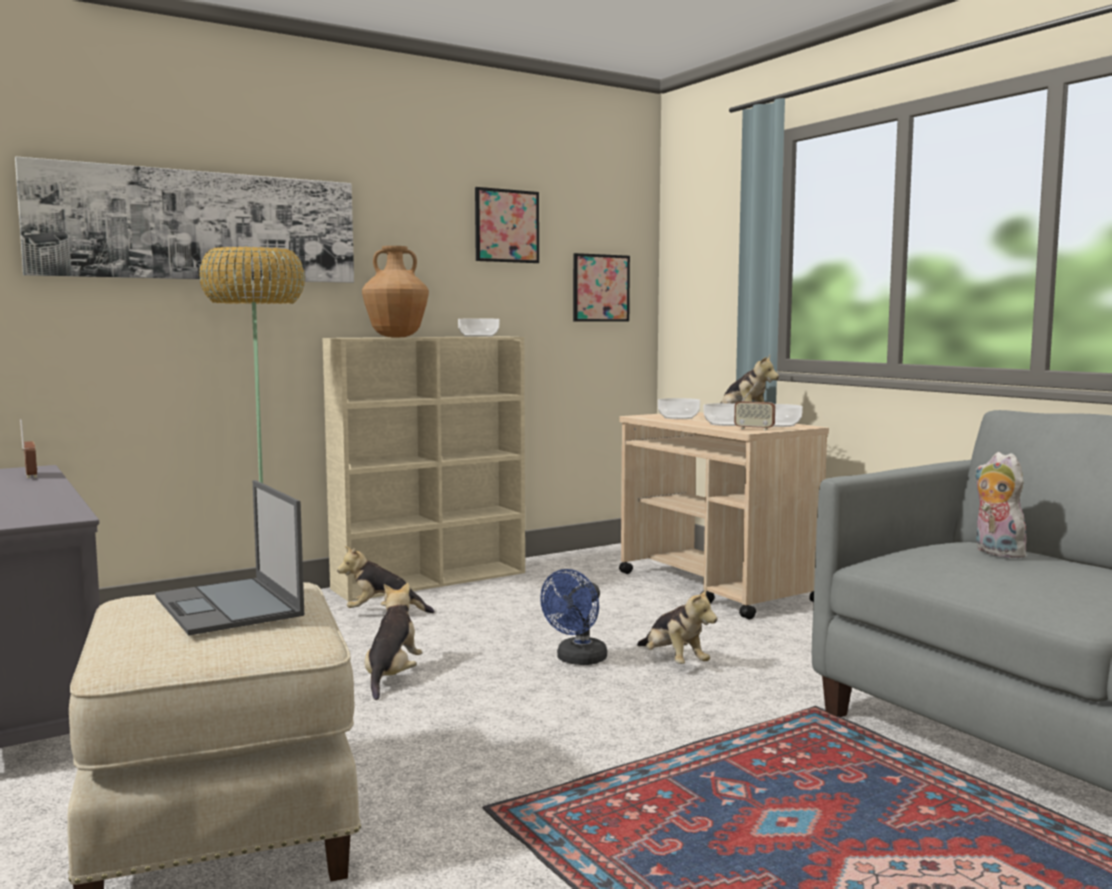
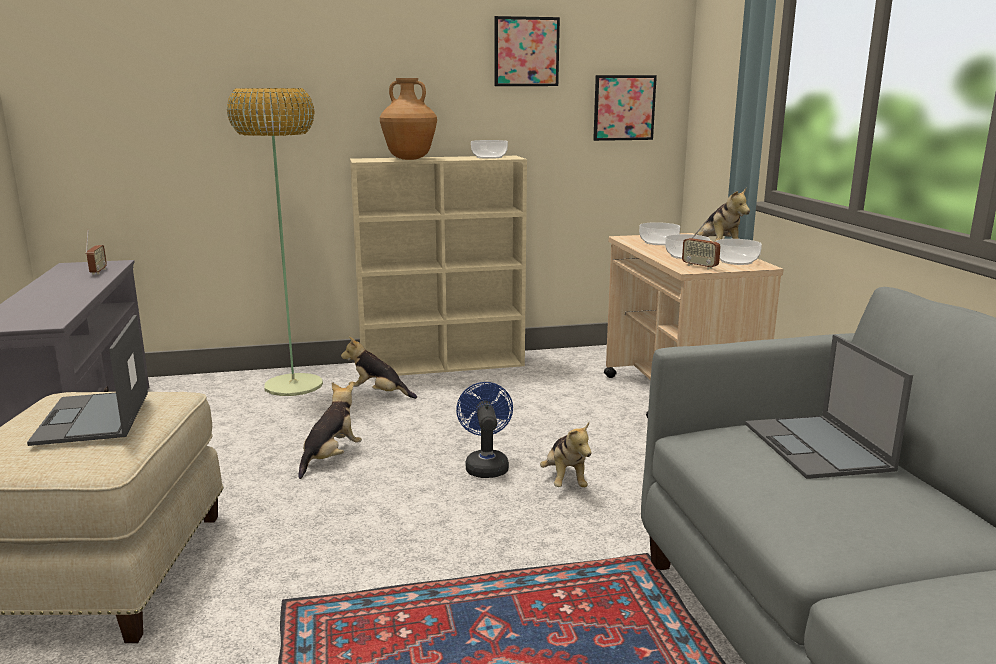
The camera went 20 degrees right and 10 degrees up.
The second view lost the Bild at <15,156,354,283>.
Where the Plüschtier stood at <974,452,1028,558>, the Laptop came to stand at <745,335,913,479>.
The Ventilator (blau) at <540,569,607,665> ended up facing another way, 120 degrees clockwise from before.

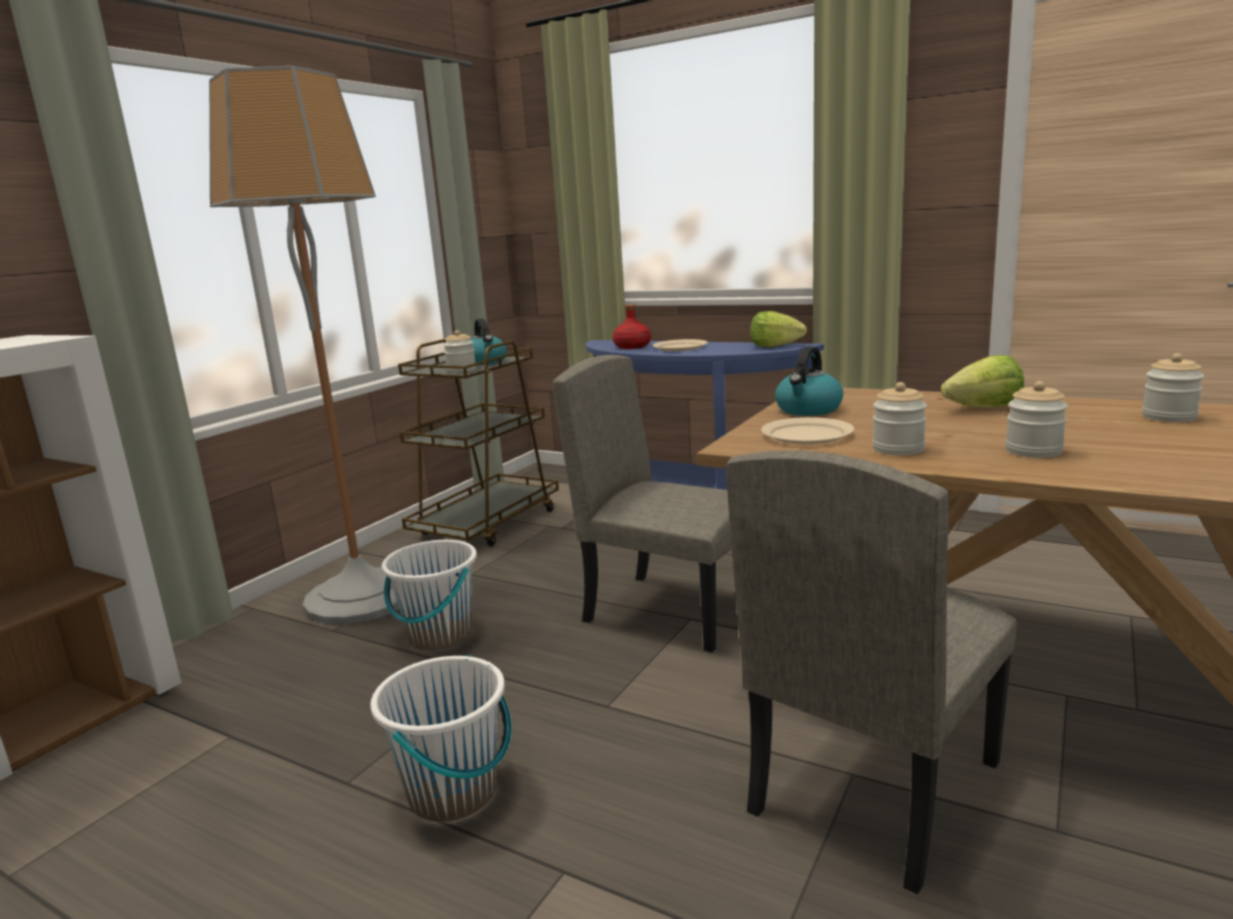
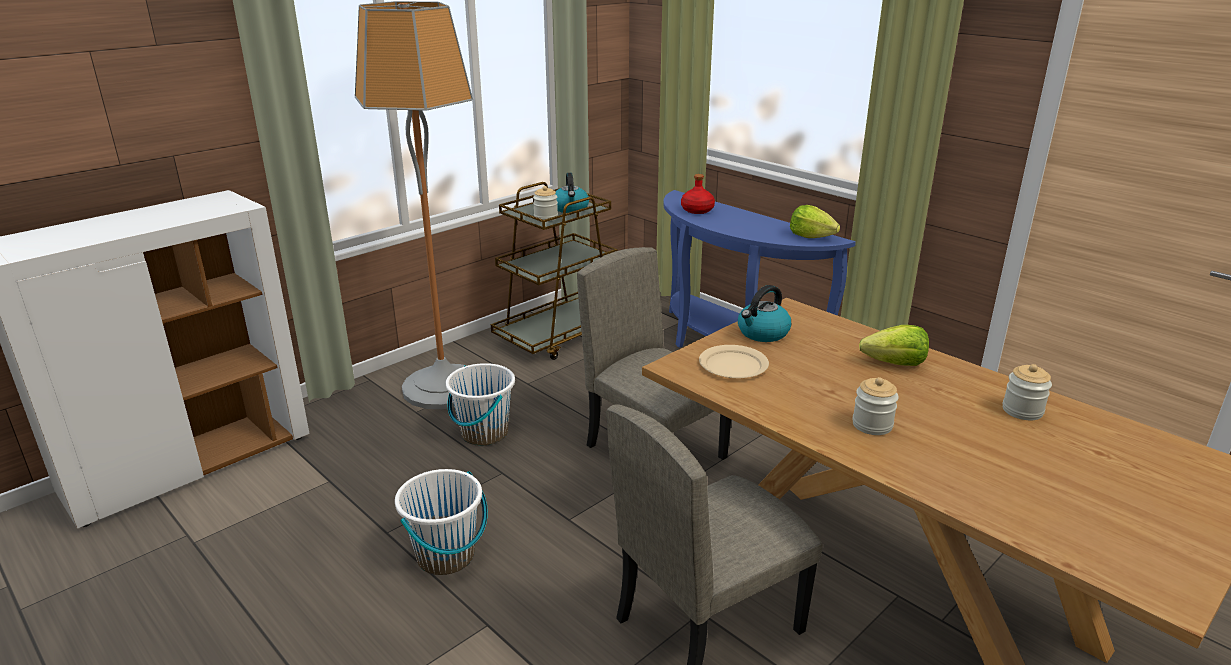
The camera went 15 degrees right and 10 degrees up.
The second view lost the Teller (beige) at <652,339,708,351>.
The second view lost the Vorratsglas at <872,382,927,455>.

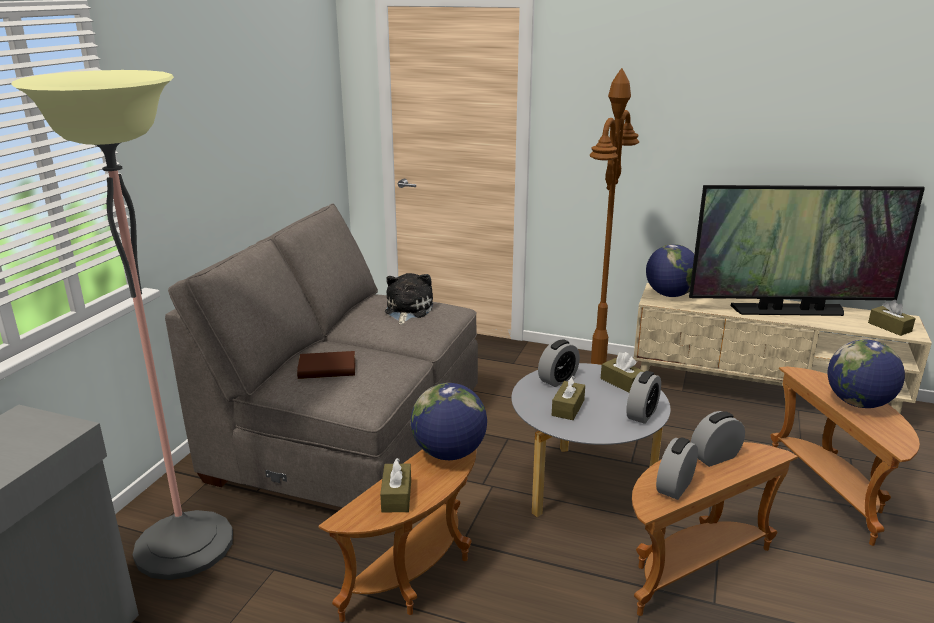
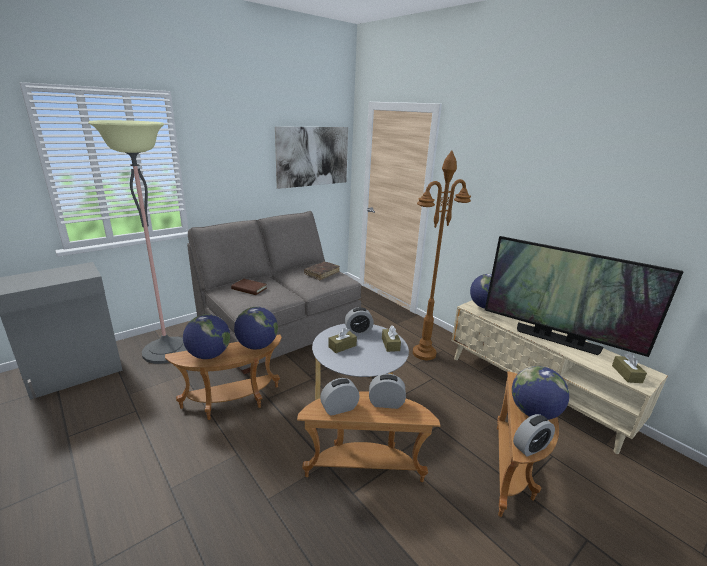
The camera went 30 degrees right and 0 degrees up.
Where the Plüschtier stood at <385,273,433,325>, the Buch (braun) came to stand at <304,262,340,280>.
The Wecker ended up elsewhere, having gone from <626,371,661,424> to <513,414,555,457>.
Where the Taschentuchbox (braun) stood at <380,458,411,513>, the Globus came to stand at <183,314,230,359>.
The second view gained the Bild at <275,126,348,189>.

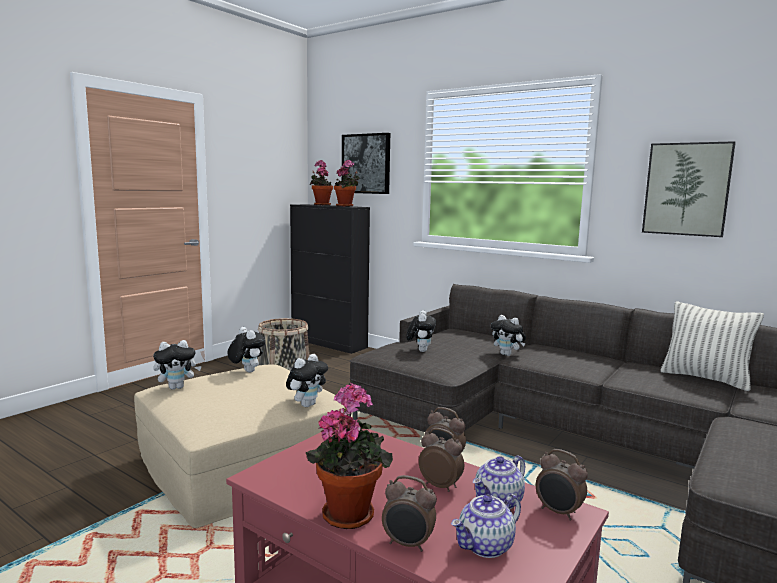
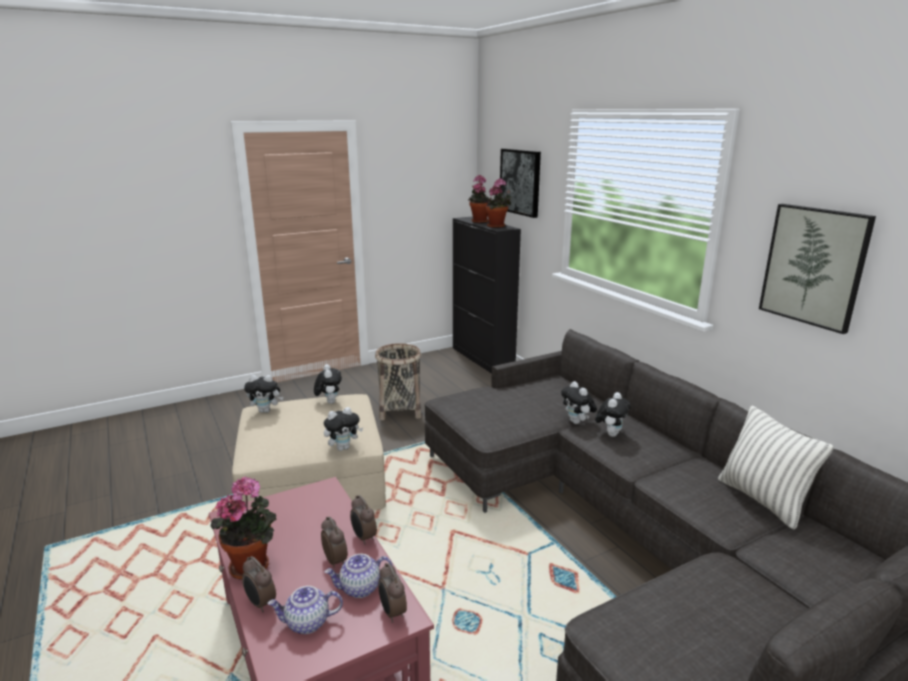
The camera went 25 degrees right and 10 degrees up.
The Plüschtier ended up elsewhere, having gone from <406,310,436,352> to <595,392,631,437>.

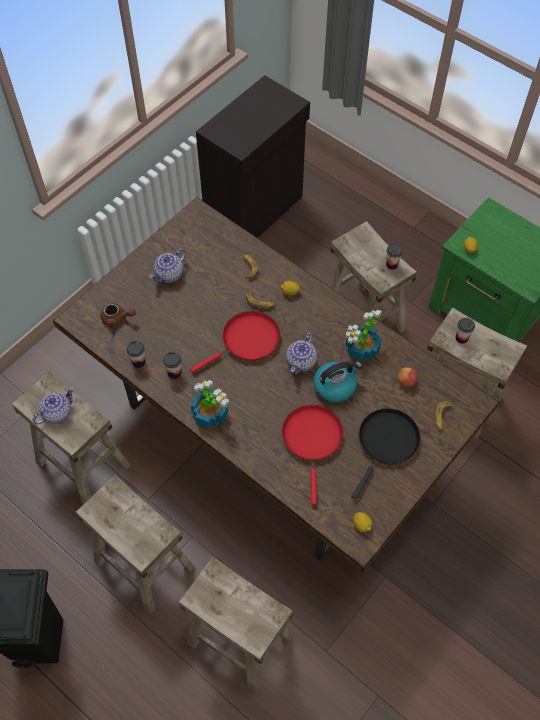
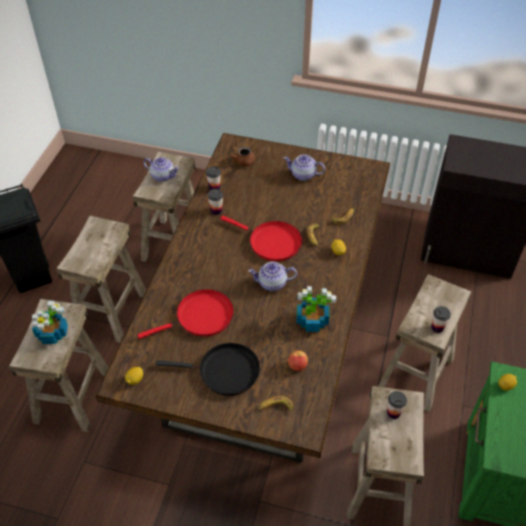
The camera went 65 degrees right and 10 degrees down.
The second view lost the Wasserkessel at <313,361,362,402>.
The Topfpflanze ended up elsewhere, having gone from <191,380,229,428> to <32,301,68,344>.

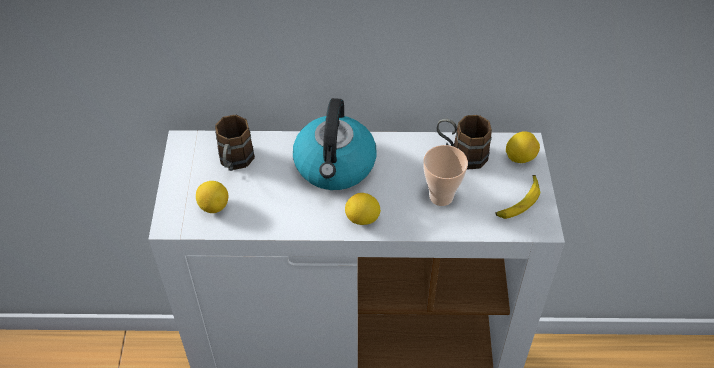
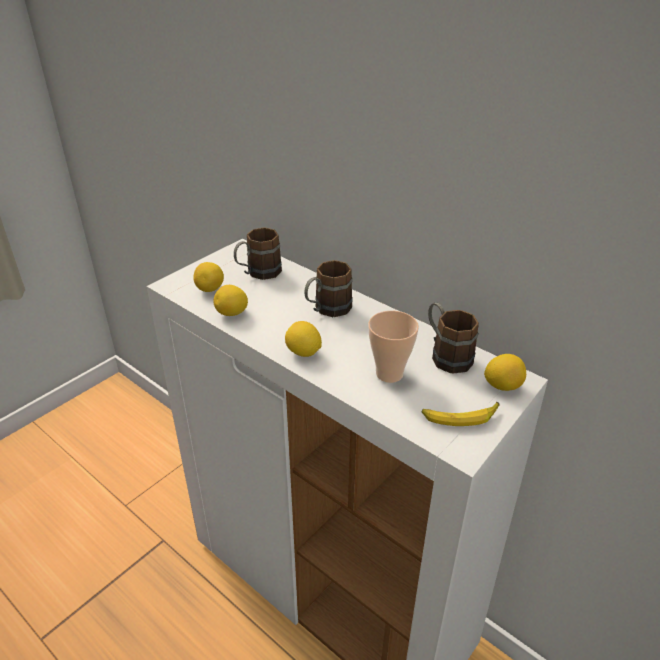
The camera went 40 degrees right and 15 degrees down.
Where the Wasserkessel stood at <293,98,377,190>, the Henkelbecher (braun) came to stand at <305,260,353,317>.
The second view gained the Zitrone at <213,285,248,316>.

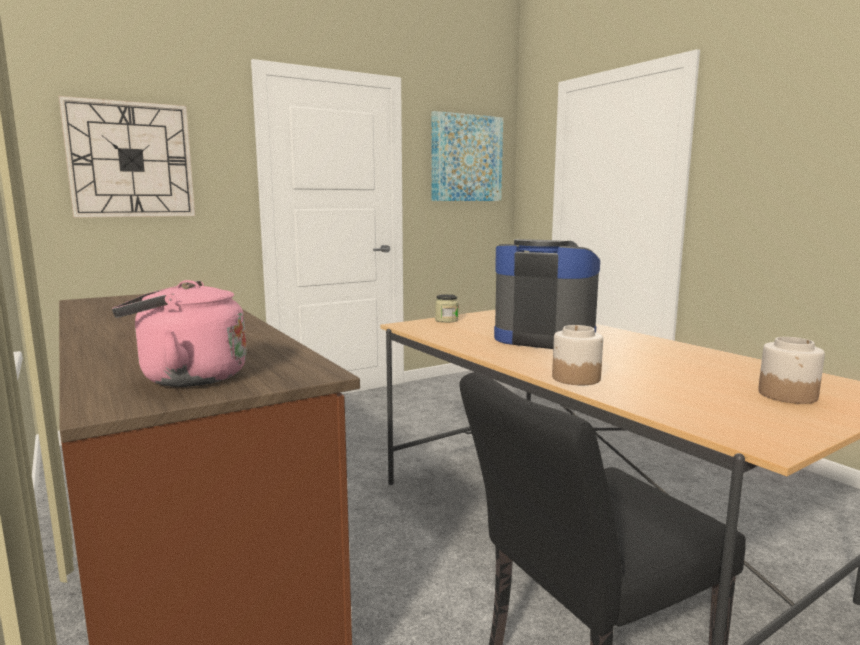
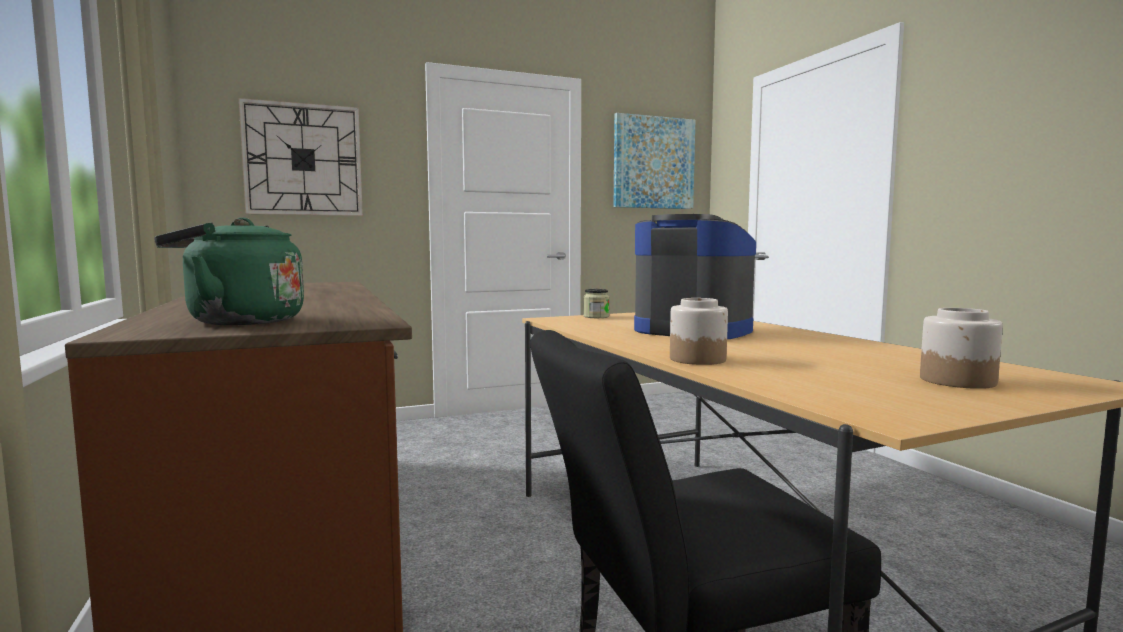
The camera went 10 degrees right and 5 degrees down.
What was the Wasserkessel (rosa) at <112,280,247,387> turned into the Wasserkessel (grün) at <154,217,304,325>.

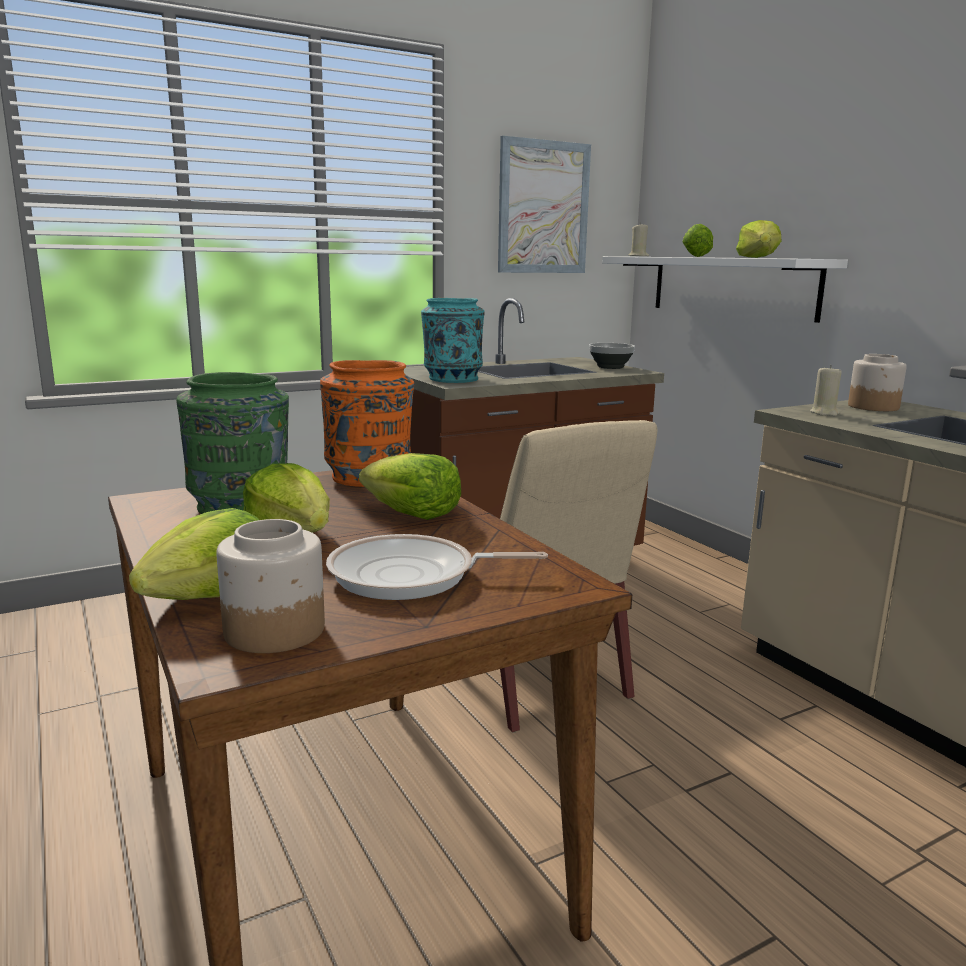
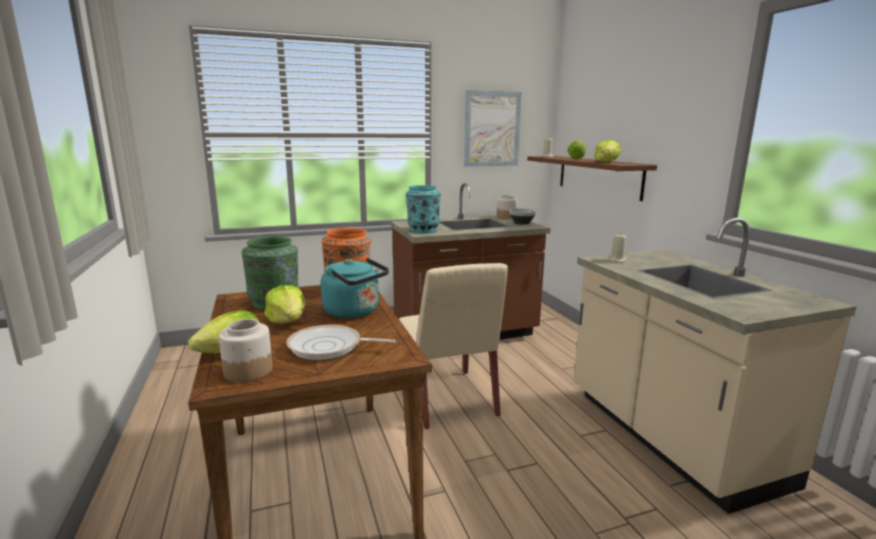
The camera went 10 degrees right and 0 degrees up.
What was the Wandregal (weiß) at <602,256,848,323> turned into the Wandregal (braun) at <527,156,657,201>.
The Vorratsglas ended up elsewhere, having gone from <848,354,907,411> to <497,195,517,219>.
Where the Salatkopf stood at <359,453,461,520>, the Wasserkessel (türkis) came to stand at <321,258,389,318>.

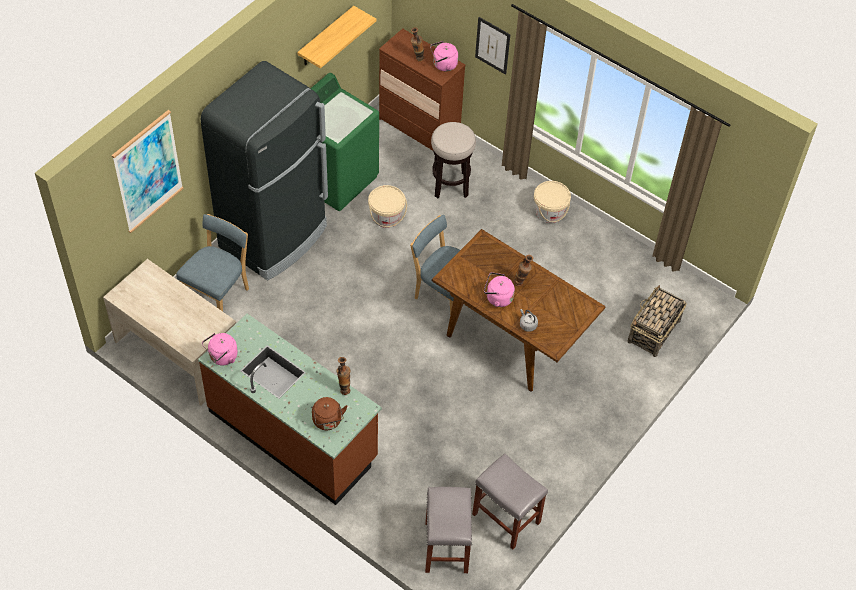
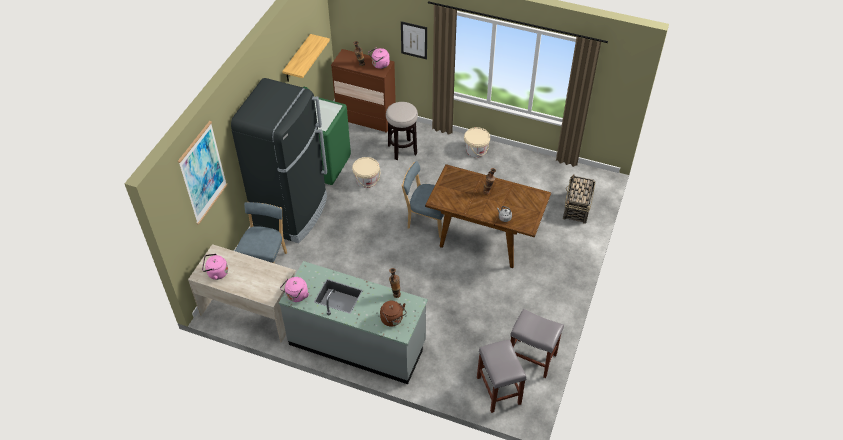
The camera went 15 degrees left and 5 degrees down.
The Wasserkessel (rosa) ended up elsewhere, having gone from <484,272,515,307> to <202,254,228,280>.
What was the Küchenzeile (braun) at <198,314,382,505> turned into the Küchenzeile (grau) at <279,261,428,384>.

